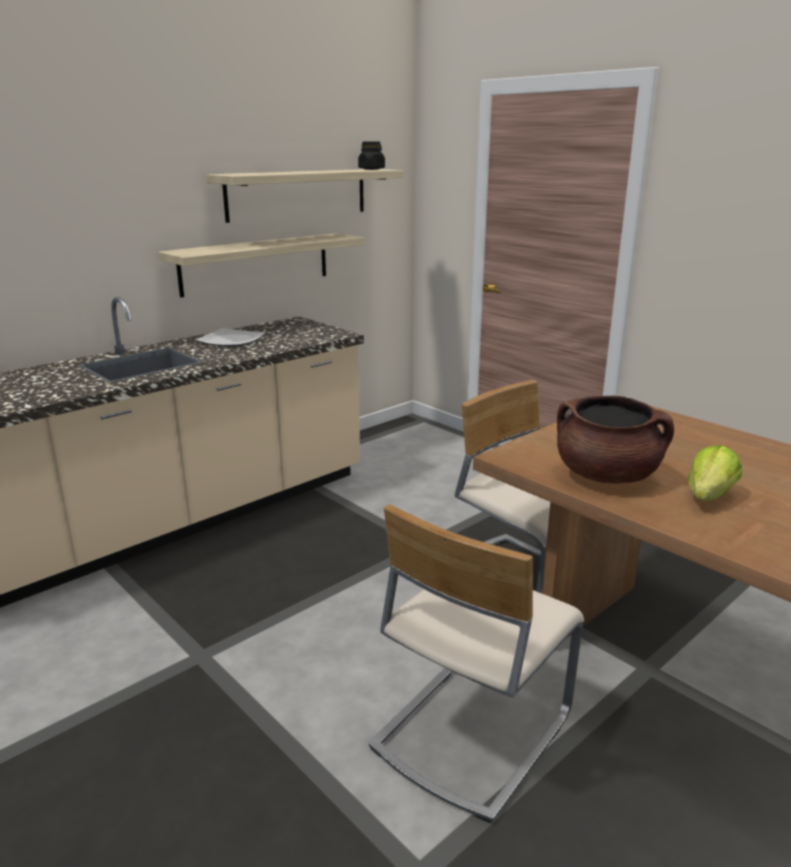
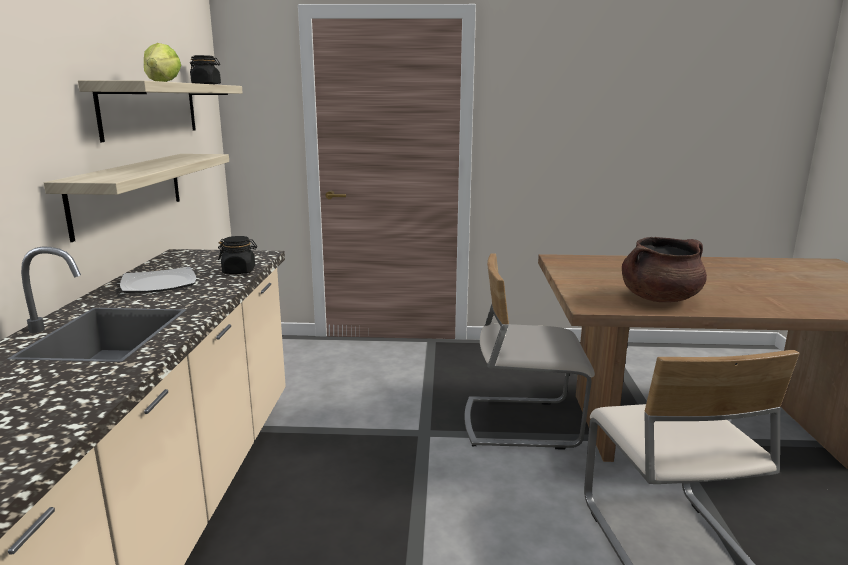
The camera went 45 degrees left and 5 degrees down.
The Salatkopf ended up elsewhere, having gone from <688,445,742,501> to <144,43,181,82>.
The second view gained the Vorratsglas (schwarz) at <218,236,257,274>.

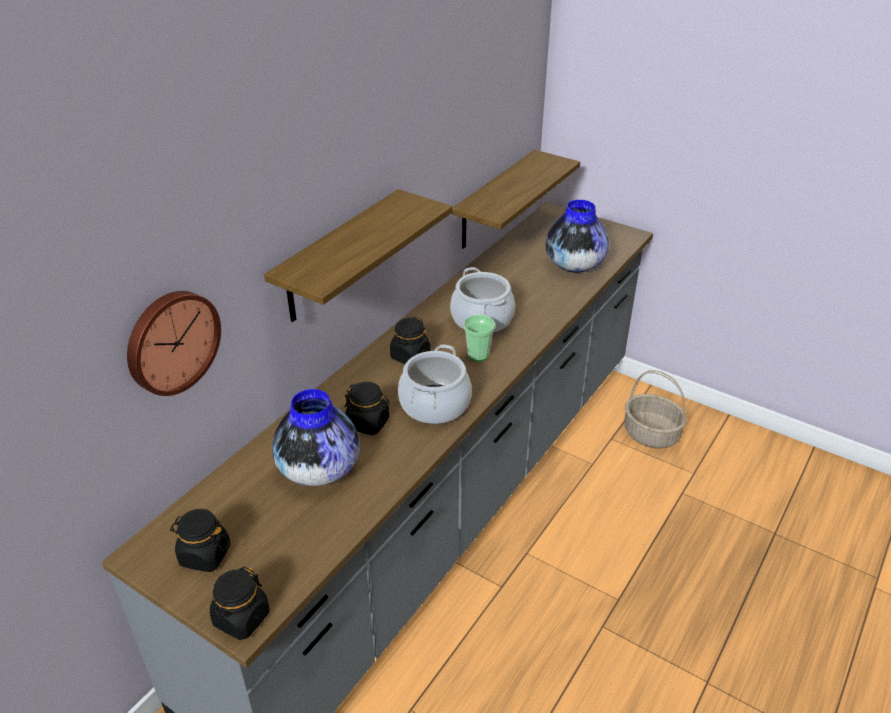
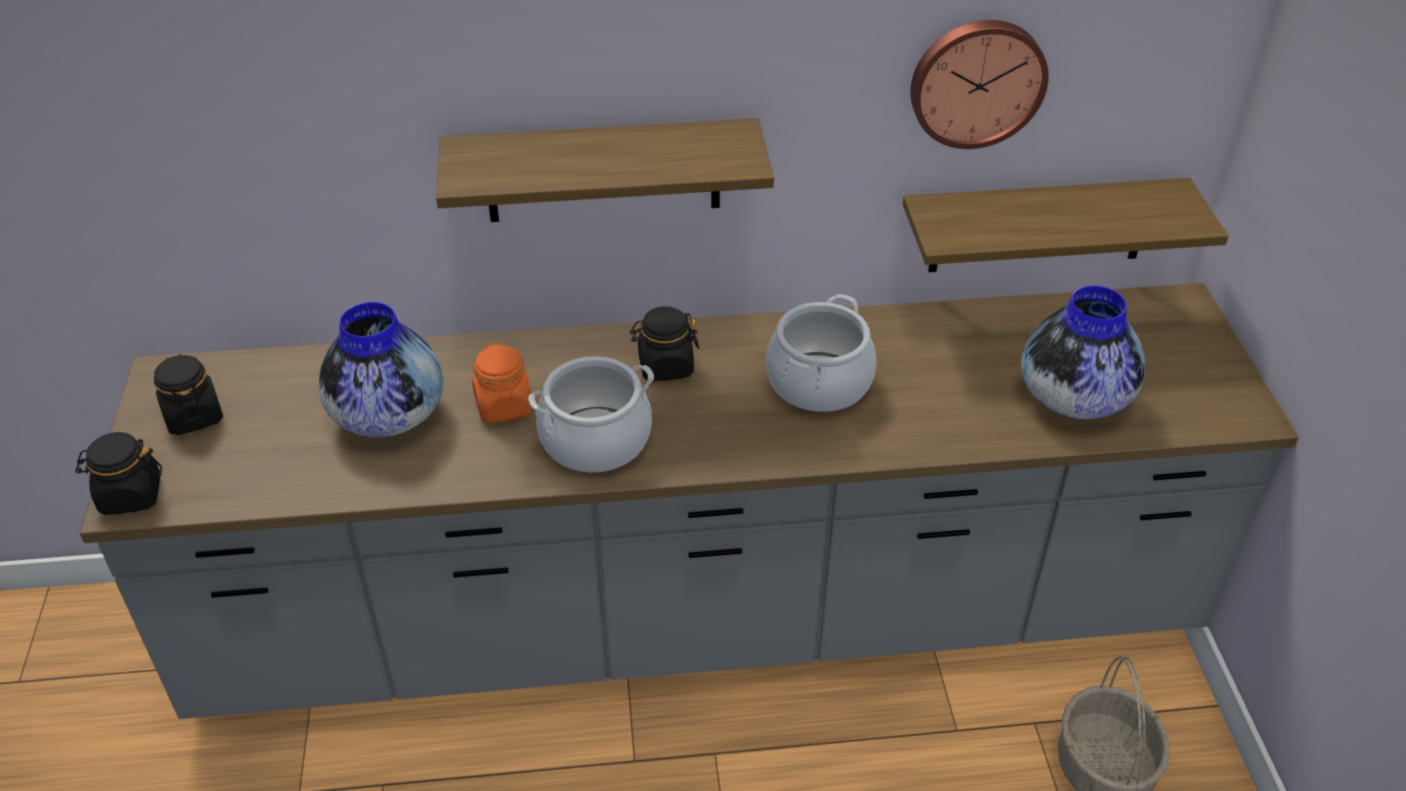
The camera went 50 degrees right and 5 degrees up.
The Wanduhr ended up elsewhere, having gone from <127,291,221,396> to <910,20,1049,149>.
The second view lost the Tasse at <463,315,496,361>.
What was the Vorratsglas (schwarz) at <345,382,390,435> turned into the Vorratsglas (orange) at <472,342,533,423>.

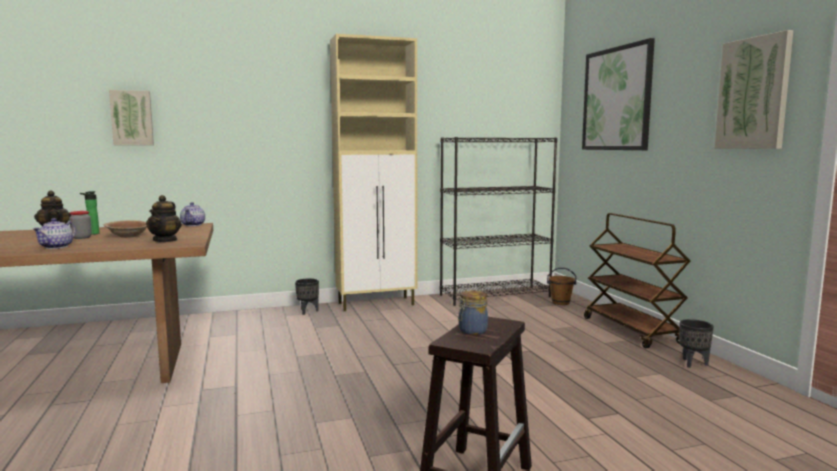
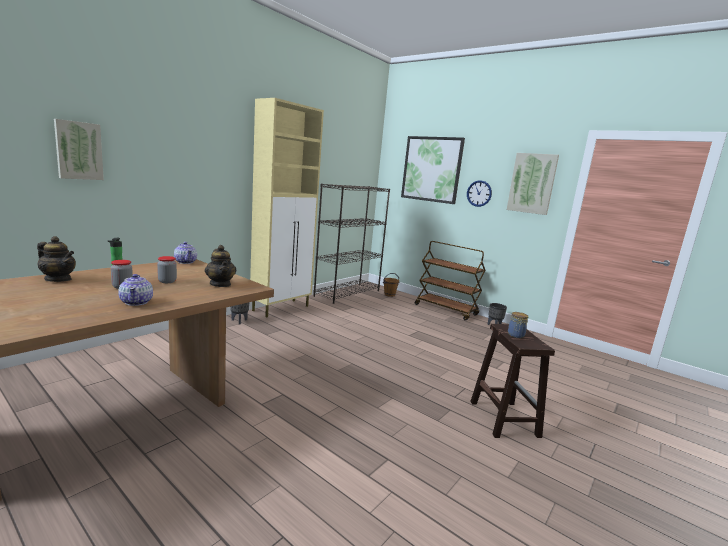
The camera went 35 degrees left and 5 degrees up.
Where the Schüssel (braun) stood at <104,221,147,238>, the Vorratsglas came to stand at <157,256,177,283>.
The second view gained the Wanduhr at <467,180,492,207>.

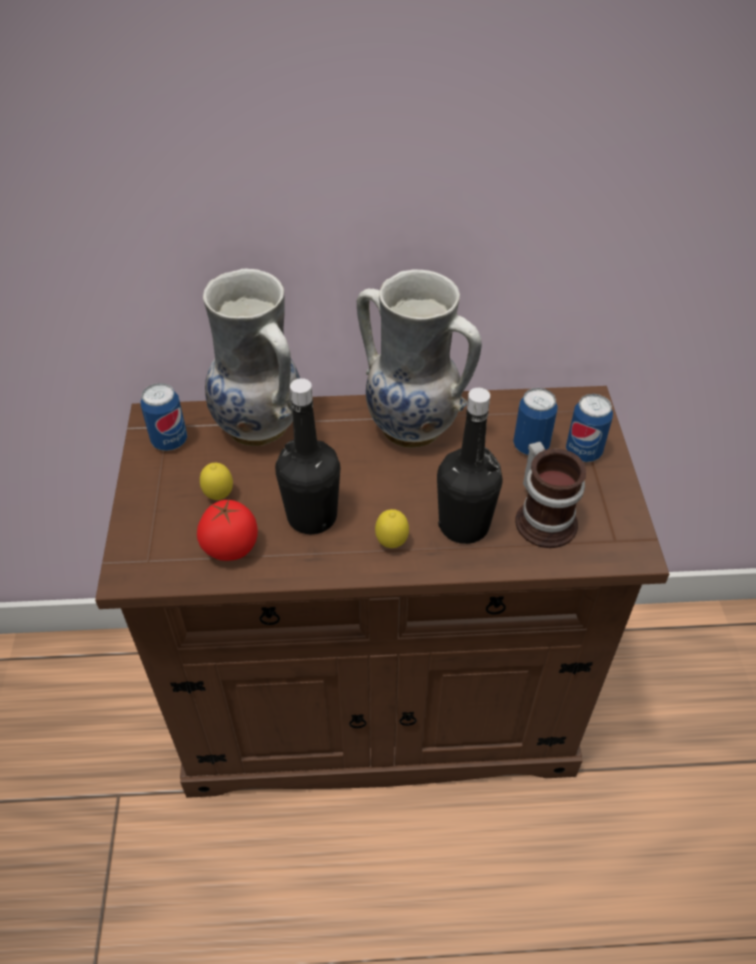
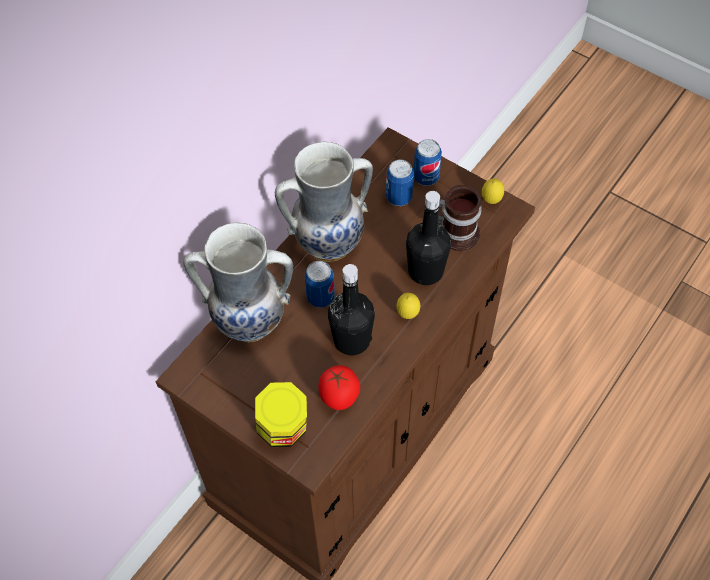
The camera went 50 degrees left and 10 degrees up.
The Dose ended up elsewhere, having gone from <141,383,187,451> to <305,261,335,308>.
The Zitrone ended up elsewhere, having gone from <200,463,233,500> to <482,179,504,204>.
The second view gained the Vorratsglas at <255,382,307,447>.

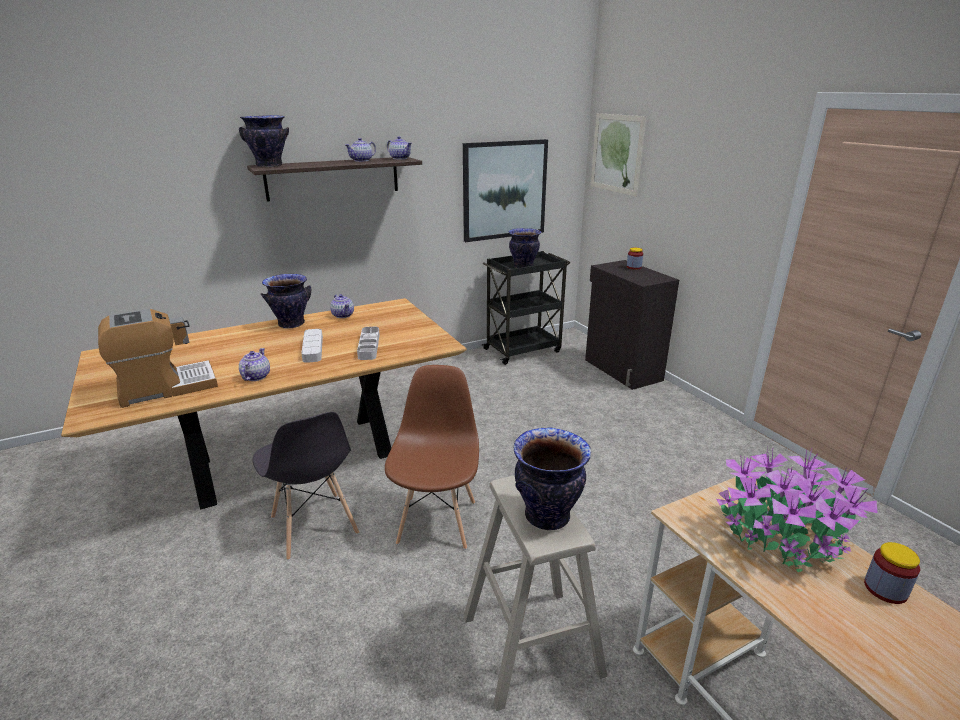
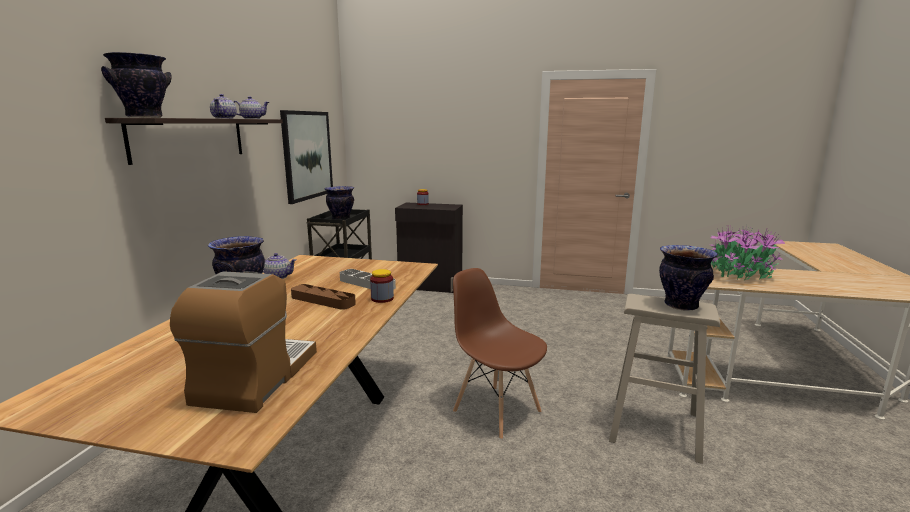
The camera went 50 degrees left and 10 degrees down.
The second view lost the Bild at <591,113,646,197>.
What was the Tablett (grau) at <301,329,323,363> turned into the Tablett (braun) at <291,284,356,310>.
The second view lost the Teekanne at <239,348,270,381>.
The second view lost the Stuhl (grau) at <253,412,359,560>.
The Vorratsglas ended up elsewhere, having gone from <864,542,920,604> to <370,269,394,303>.

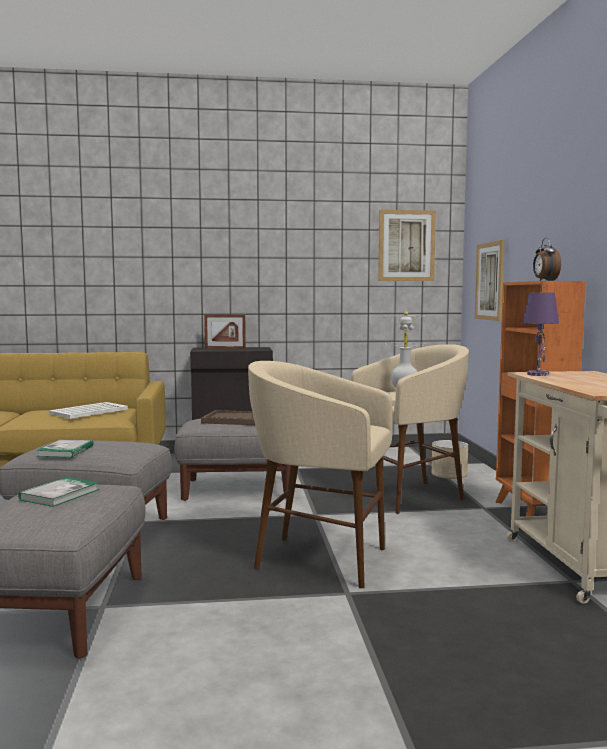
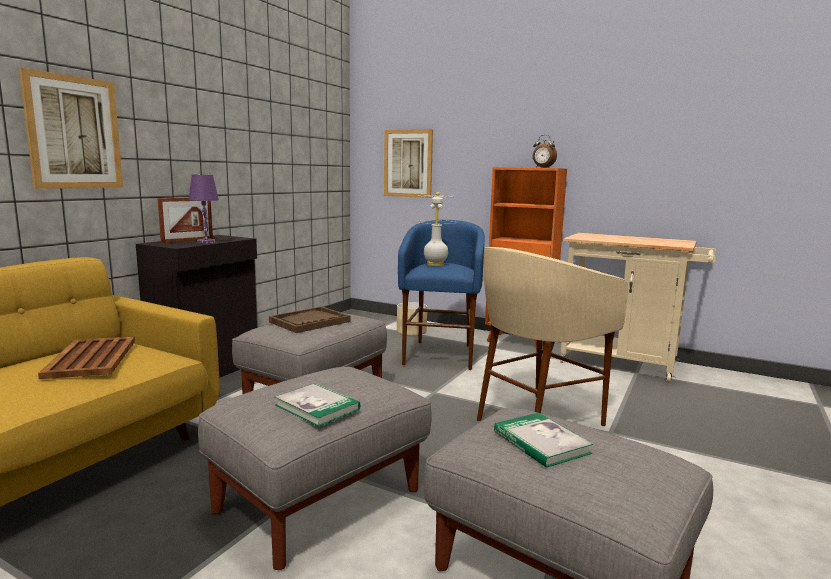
The camera went 55 degrees left and 5 degrees up.
The Bild ended up elsewhere, having gone from <378,210,436,281> to <19,68,123,189>.
The Tischlampe (lila) ended up elsewhere, having gone from <522,293,559,376> to <189,175,219,244>.
What was the Hocker (beige) at <351,344,469,514> turned into the Hocker (blau) at <398,220,485,370>.
What was the Tablett (weiß) at <49,402,128,419> turned into the Tablett (braun) at <38,336,135,379>.

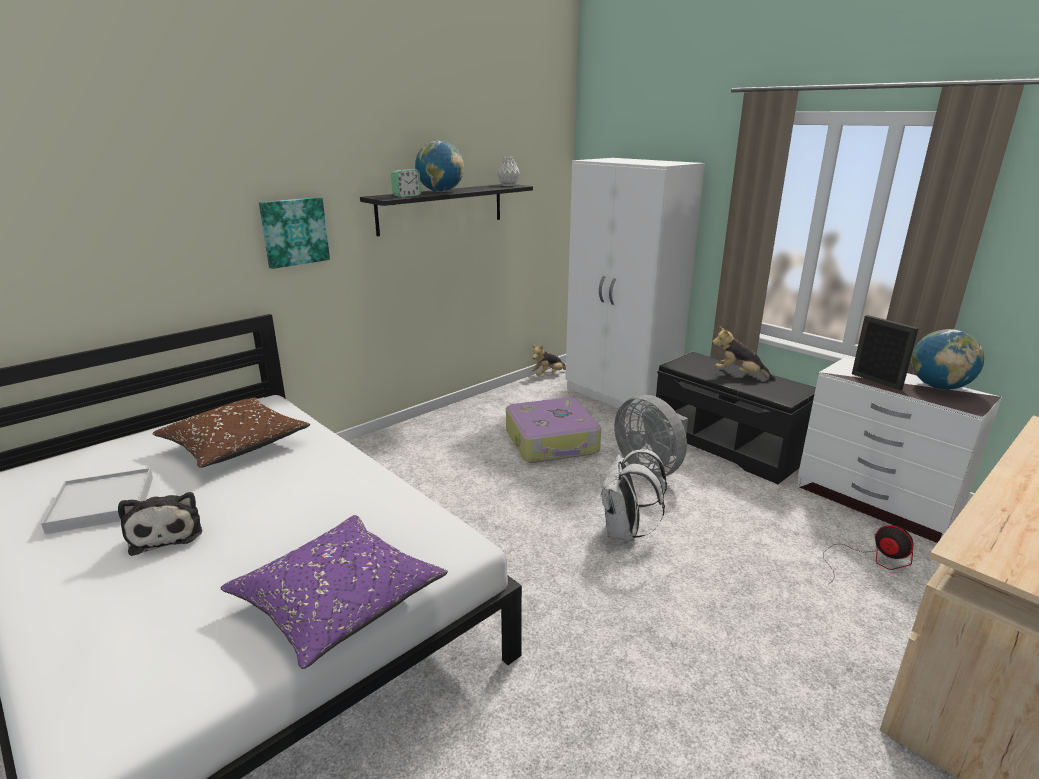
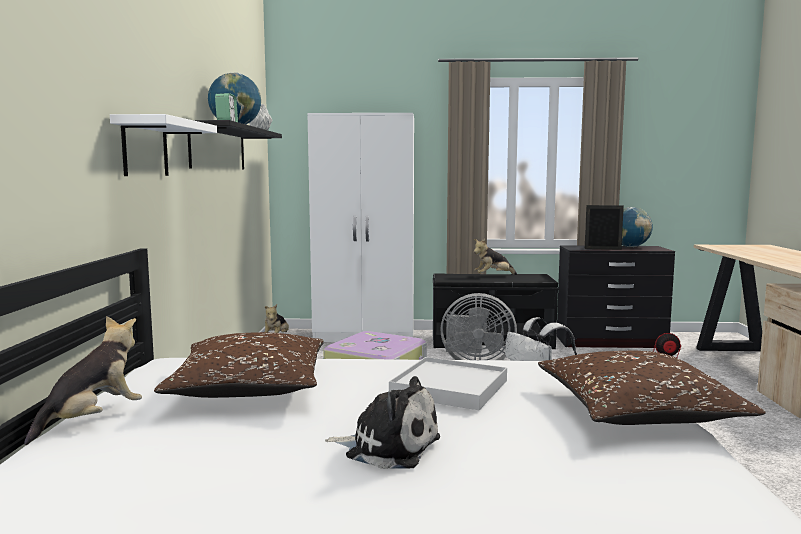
The camera went 45 degrees left and 15 degrees down.
Where the Bild hung at <259,197,330,269>, the Wandregal (weiß) came to hang at <110,114,217,176>.
What was the Kommode (weiß) at <797,357,1002,543> turned into the Kommode (schwarz) at <557,246,675,348>.
The Tablett (weiß) ended up elsewhere, having gone from <41,468,153,534> to <389,357,507,410>.
What was the Kissen (lila) at <220,515,448,669> turned into the Kissen (braun) at <538,351,766,425>.
The second view gained the Plüschtier at <24,316,142,445>.

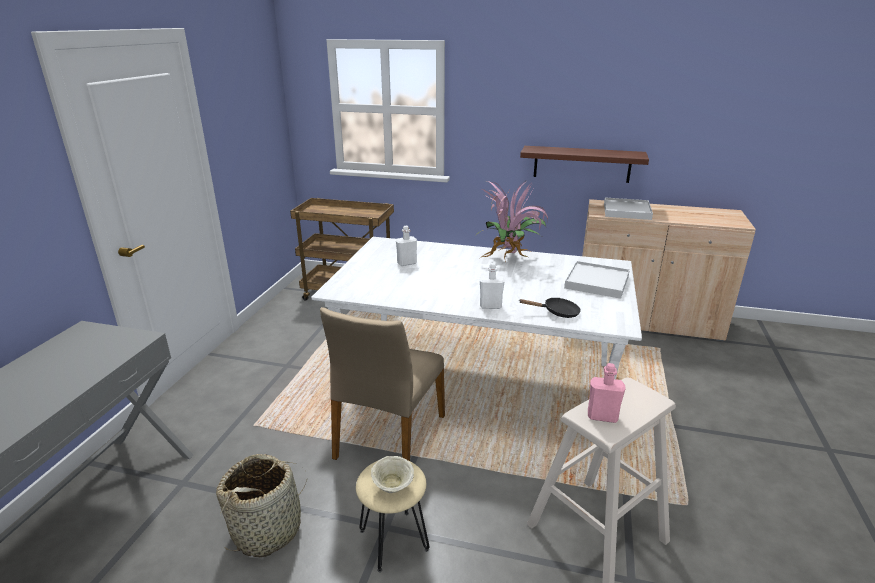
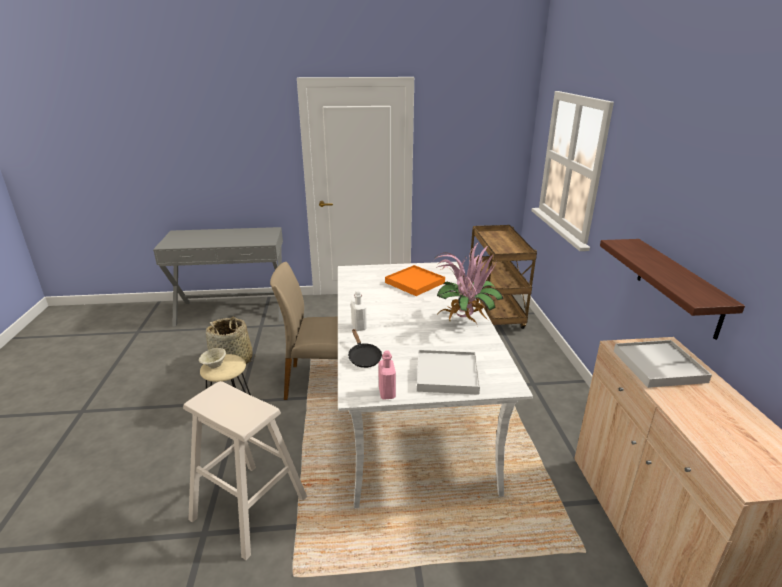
The camera went 70 degrees right and 0 degrees up.
Where the Flasche (weiß) stood at <396,226,417,266>, the Tablett (orange) came to stand at <385,265,445,296>.
The Flasche (rosa) ended up elsewhere, having gone from <588,363,626,423> to <378,351,396,400>.

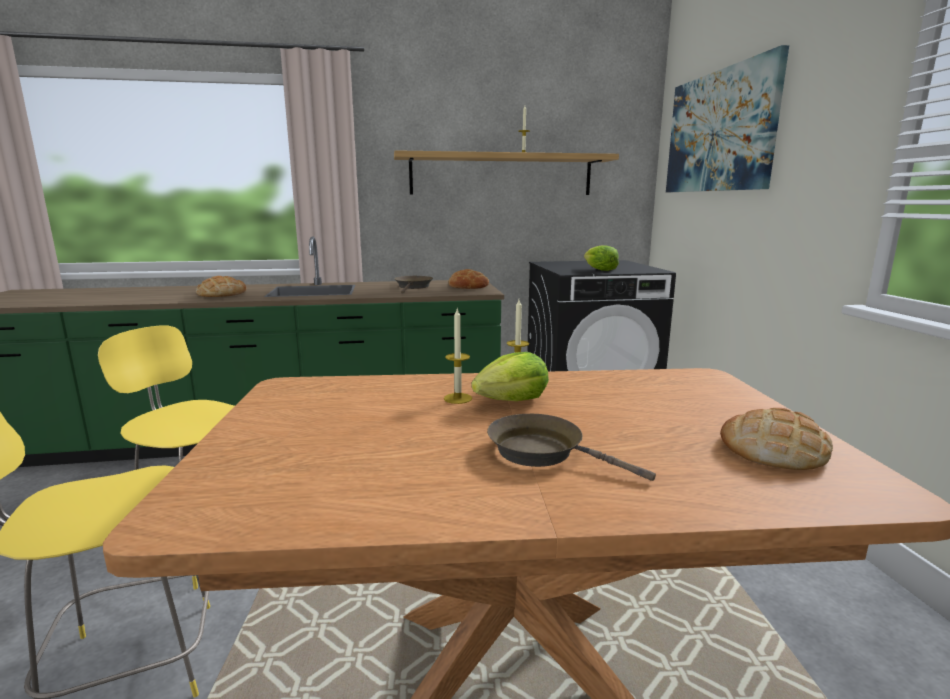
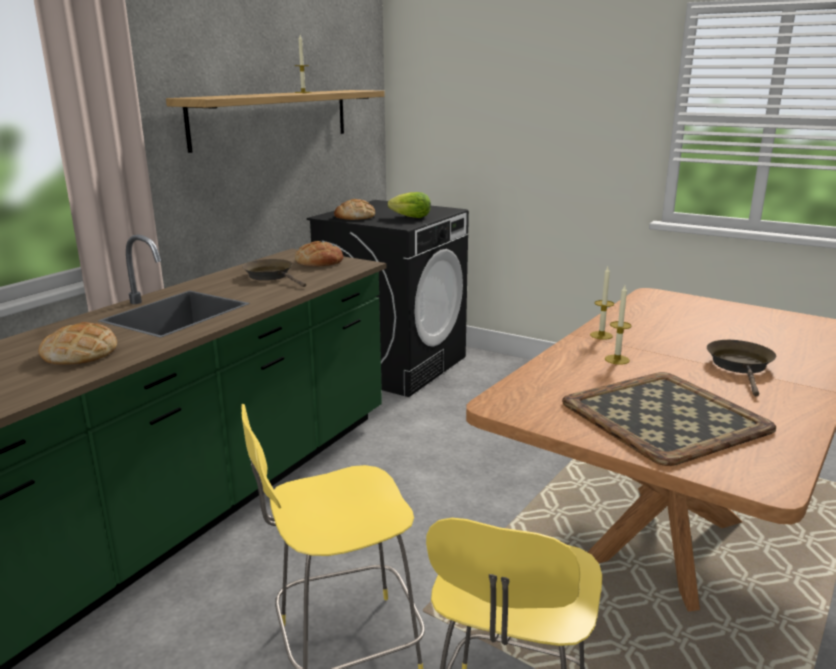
The camera went 50 degrees left and 5 degrees up.
The second view lost the Bild at <666,45,789,192>.
The second view lost the Salatkopf at <472,352,549,401>.
The Brot ended up elsewhere, having gone from <720,408,833,470> to <334,199,375,220>.
The Pfanne (braun) at <487,414,656,481> ended up facing another way, 120 degrees clockwise from before.
The second view gained the Tablett at <562,372,776,466>.

